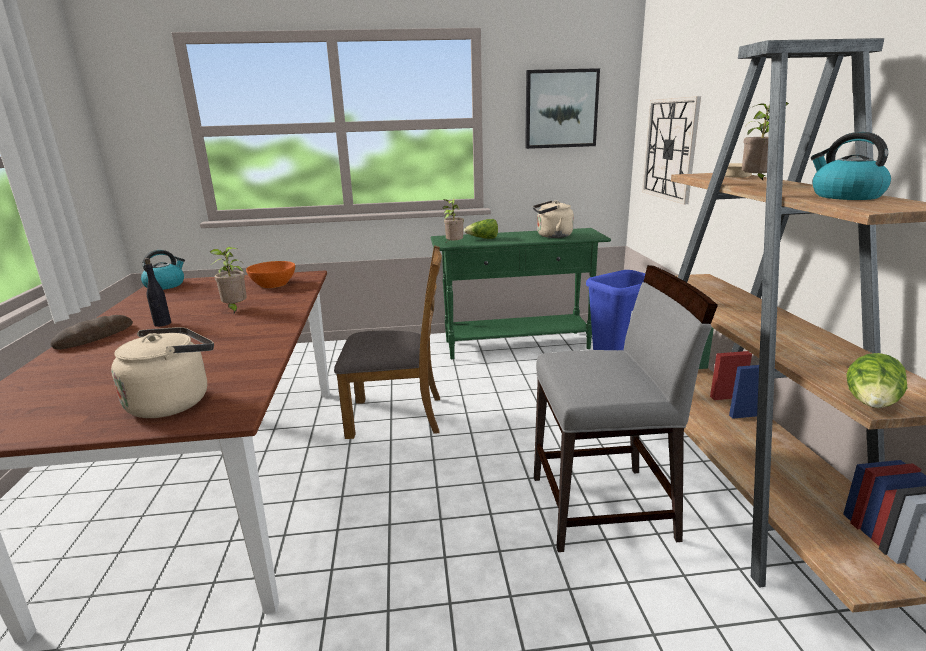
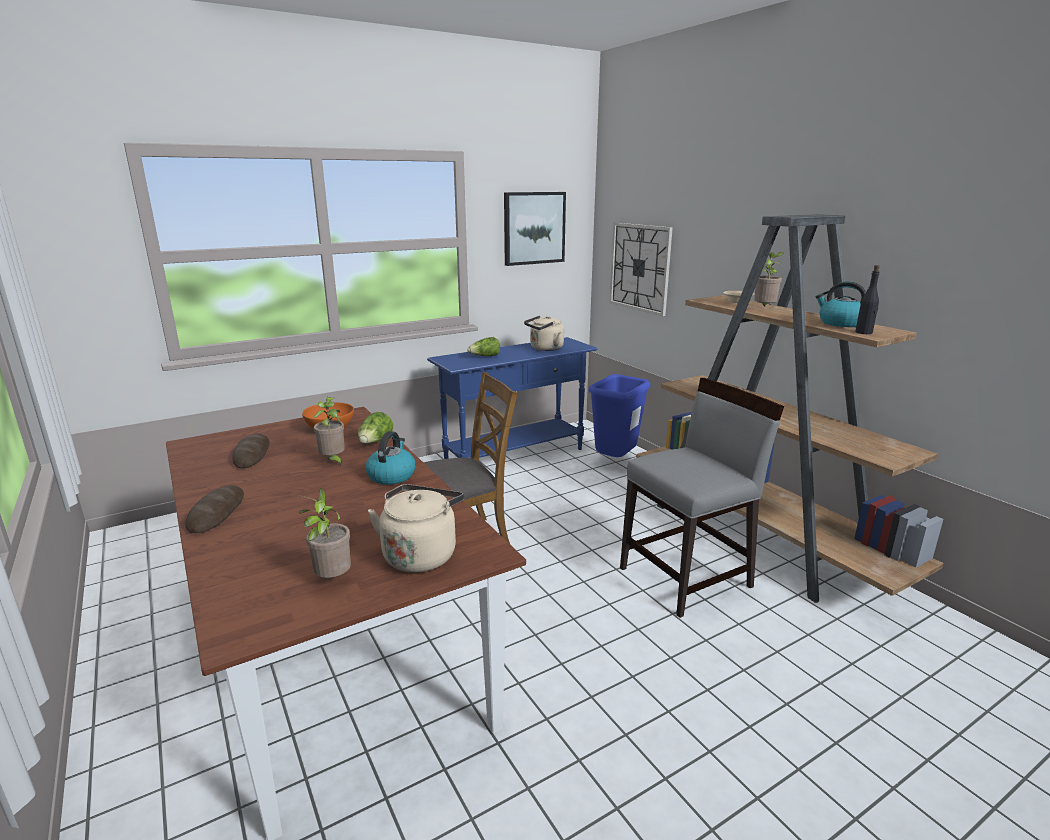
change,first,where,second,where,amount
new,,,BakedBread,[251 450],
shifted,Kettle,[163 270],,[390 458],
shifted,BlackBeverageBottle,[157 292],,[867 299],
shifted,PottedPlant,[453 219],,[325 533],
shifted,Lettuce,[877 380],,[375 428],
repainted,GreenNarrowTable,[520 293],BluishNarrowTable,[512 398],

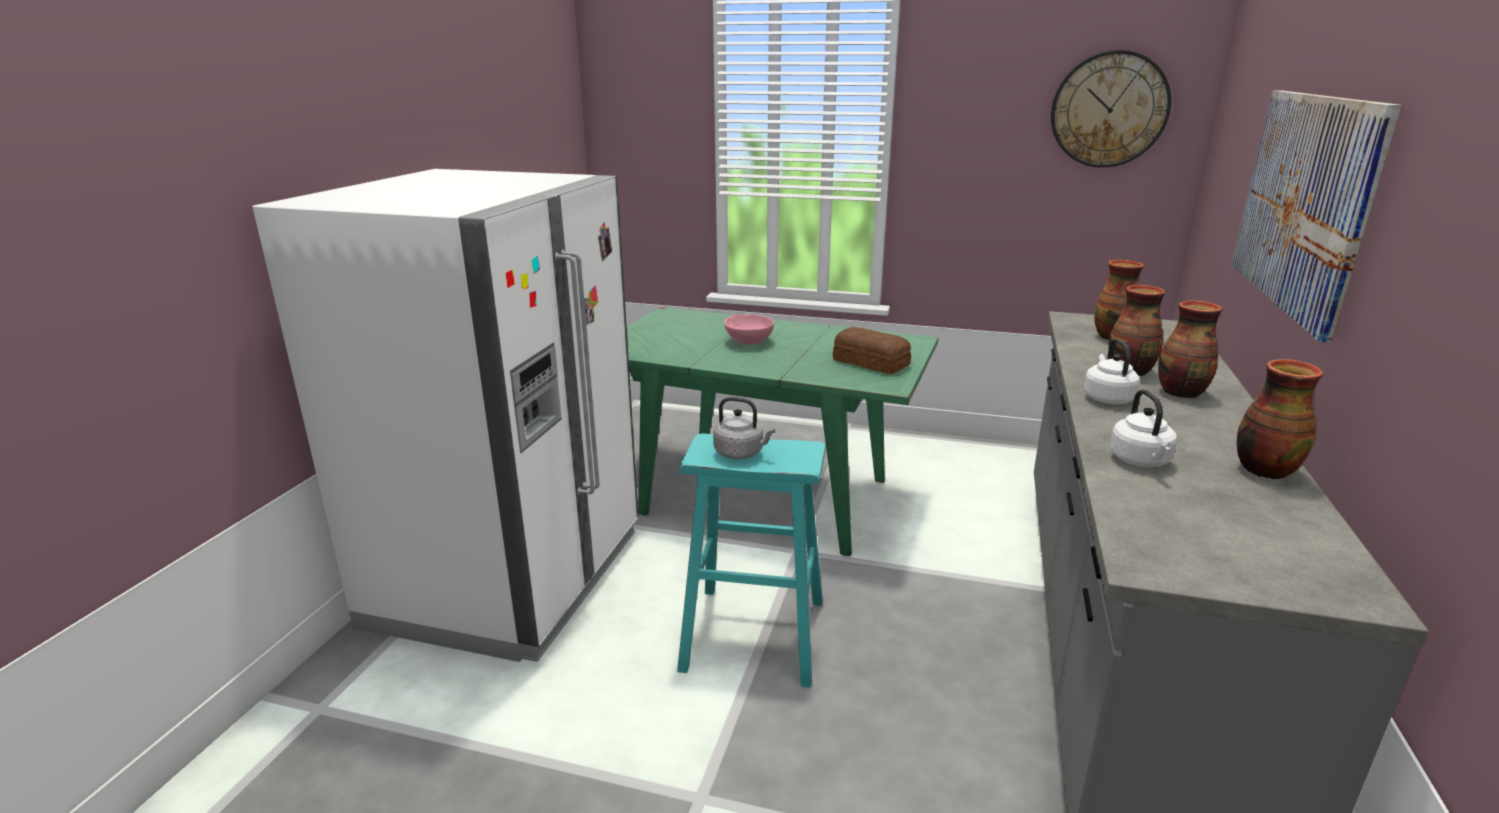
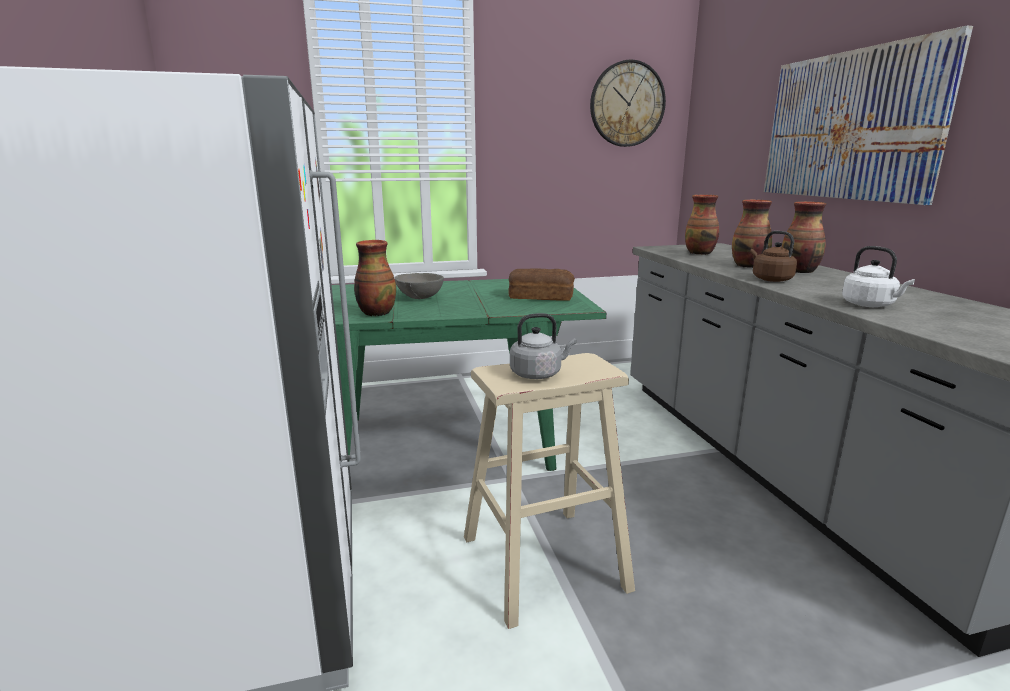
change,first,where,second,where,amount
shifted,DecorativeVase,[1280 419],,[375 278],
repainted,BlueGreenStoolSeat,[751 560],BeigeColouredStoolSeat,[549 491],
repainted,PinkDeepDish,[749 329],GreyDeepDish,[419 286],
repainted,WhiteKettle,[1112 371],BrownishKettle,[773 256],

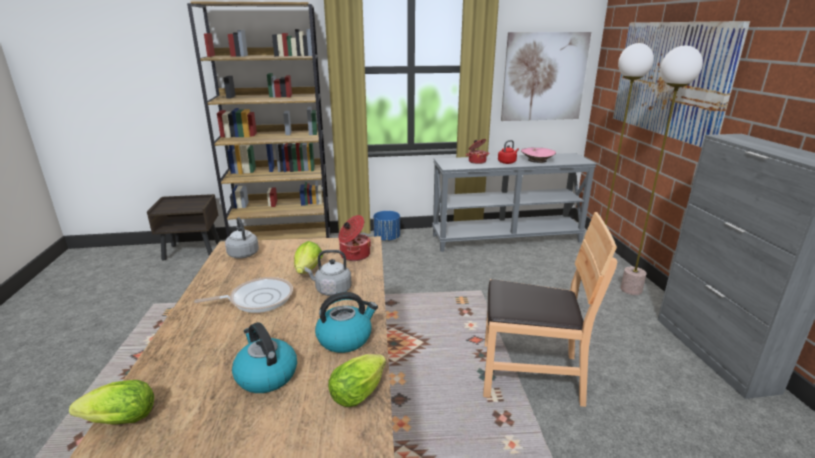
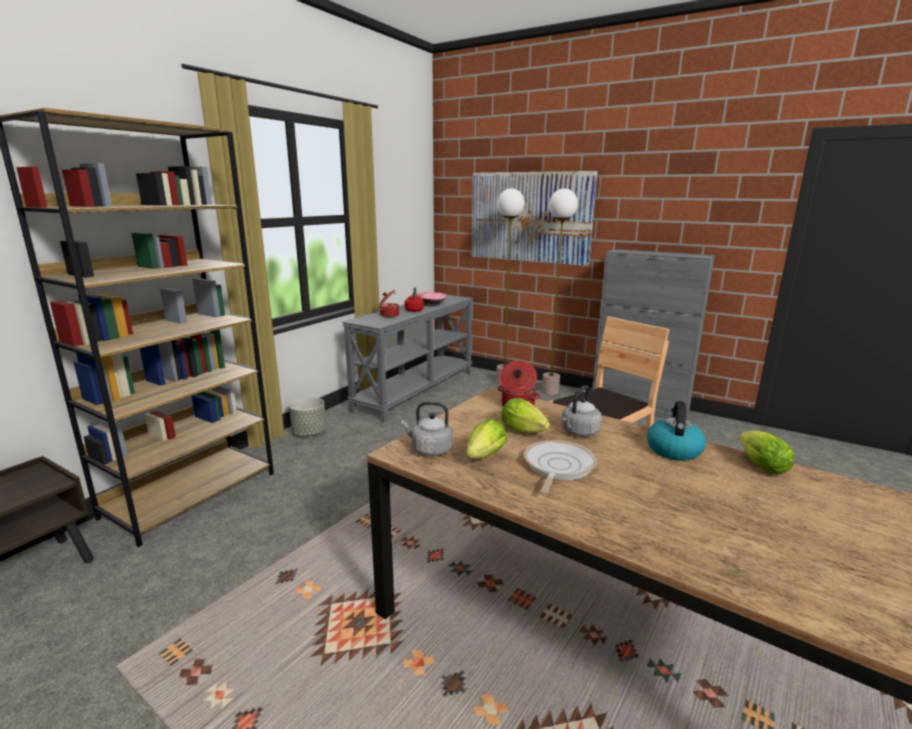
change,first,where,second,where,amount
gone,Kettle,[264 357],,,
gone,WallArt,[546 76],,,
shifted,Lettuce,[111 402],,[486 439],
repainted,BluishPlantPot,[386 226],GreyPlantPot,[307 416],

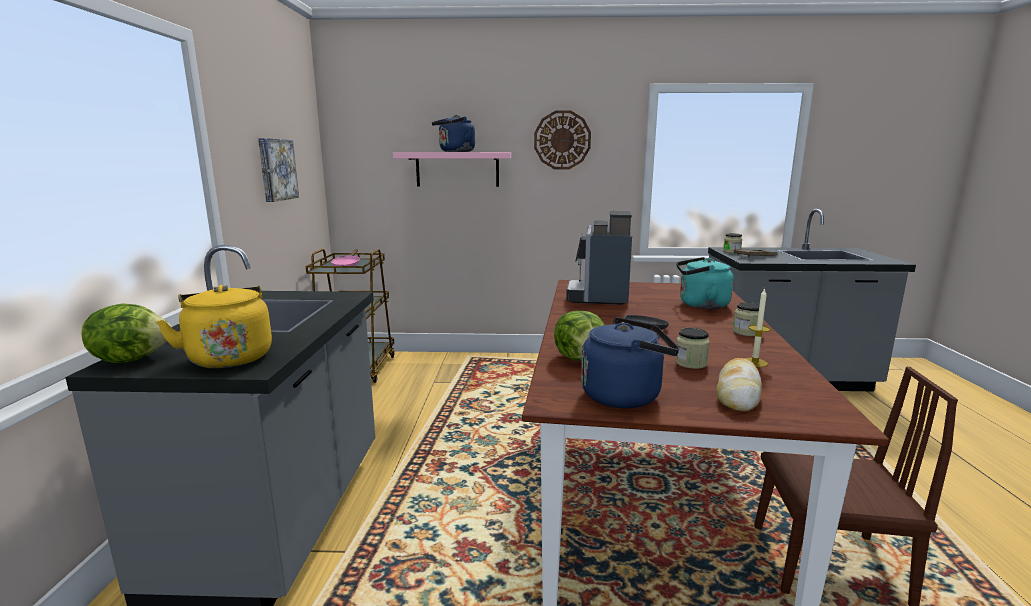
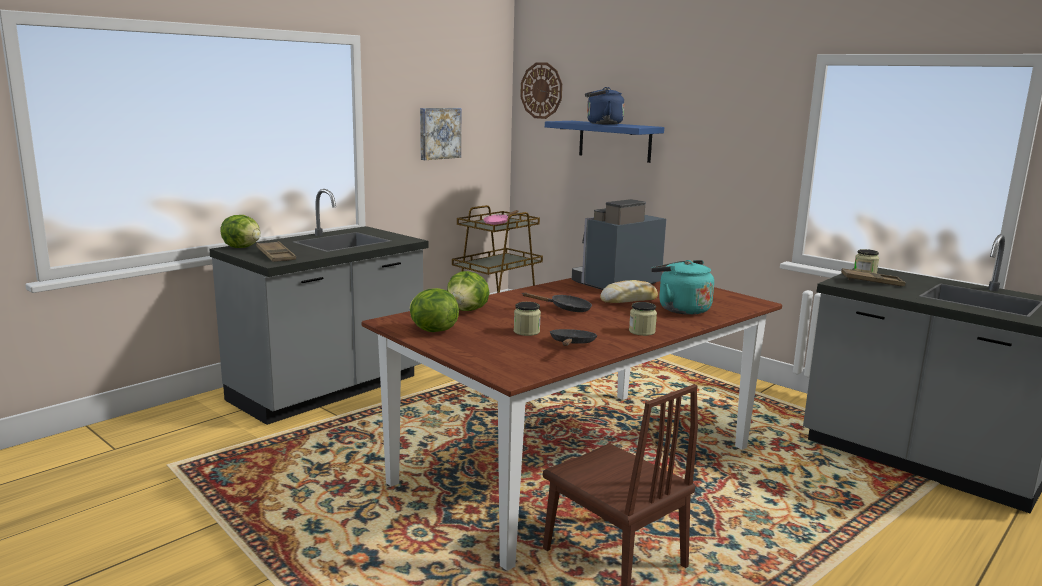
change,first,where,second,where,amount
shifted,HangingClock,[562 139],,[541 90],
shifted,BakedBread,[739 384],,[629 291],
swapped,YellowKettle,[214 326],BrownishServingTray,[276 251],
swapped,BluishKettle,[630 362],Lettuce,[434 310],
swapped,WaxCandle,[758 327],BlackSkillet,[573 337],
repainted,PinkBracketShelf,[452 169],BluishBracketShelf,[604 142],

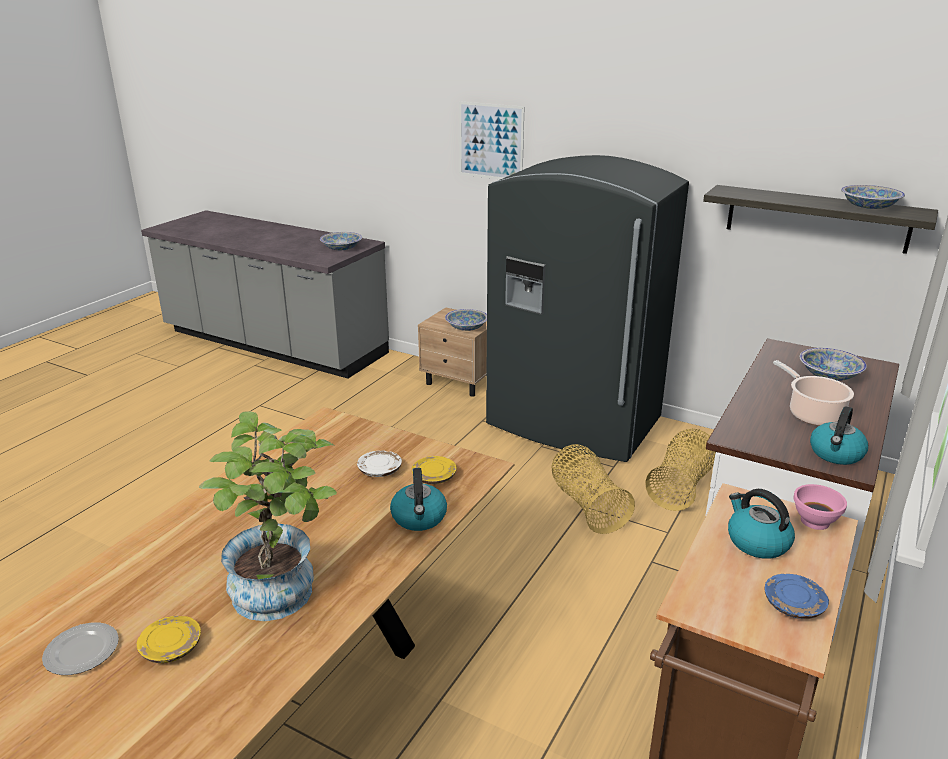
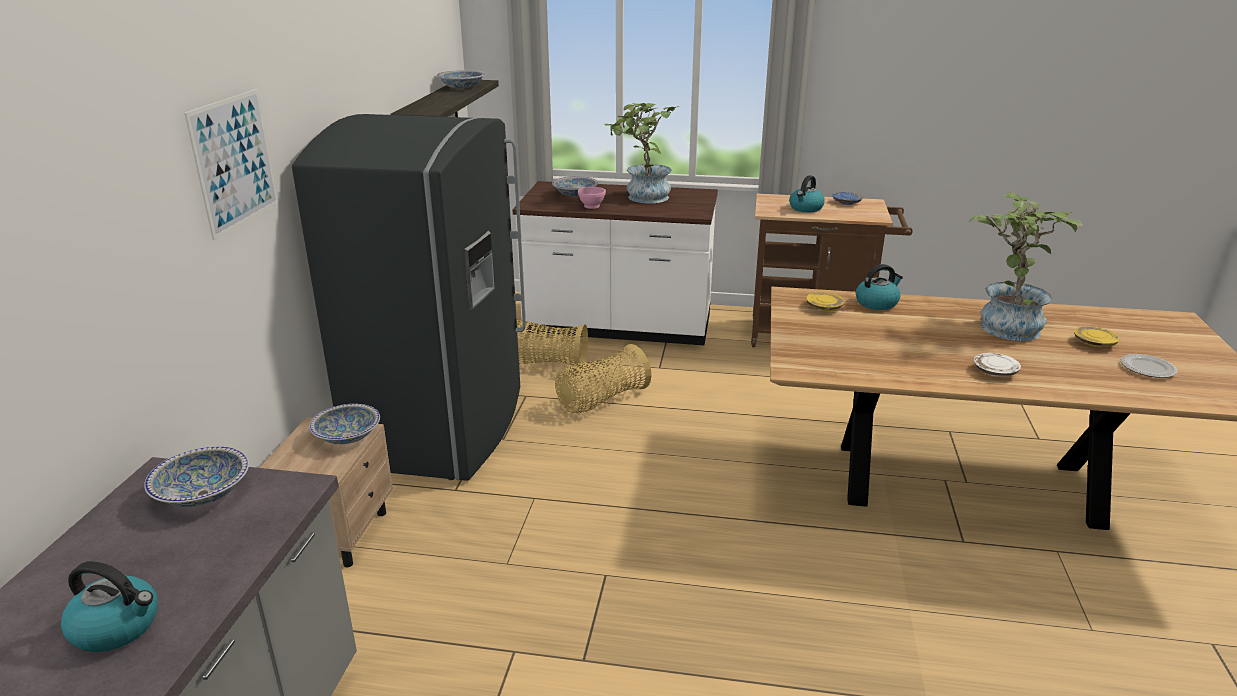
change,first,where,second,where,amount
shifted,WhiteDinnerPlate,[379 463],,[997 365],
shifted,PinkDeepDish,[820 507],,[592 198],
shifted,Kettle,[839 435],,[109 606],
swapped,Saucepot,[813 393],PottedPlant,[642 153],

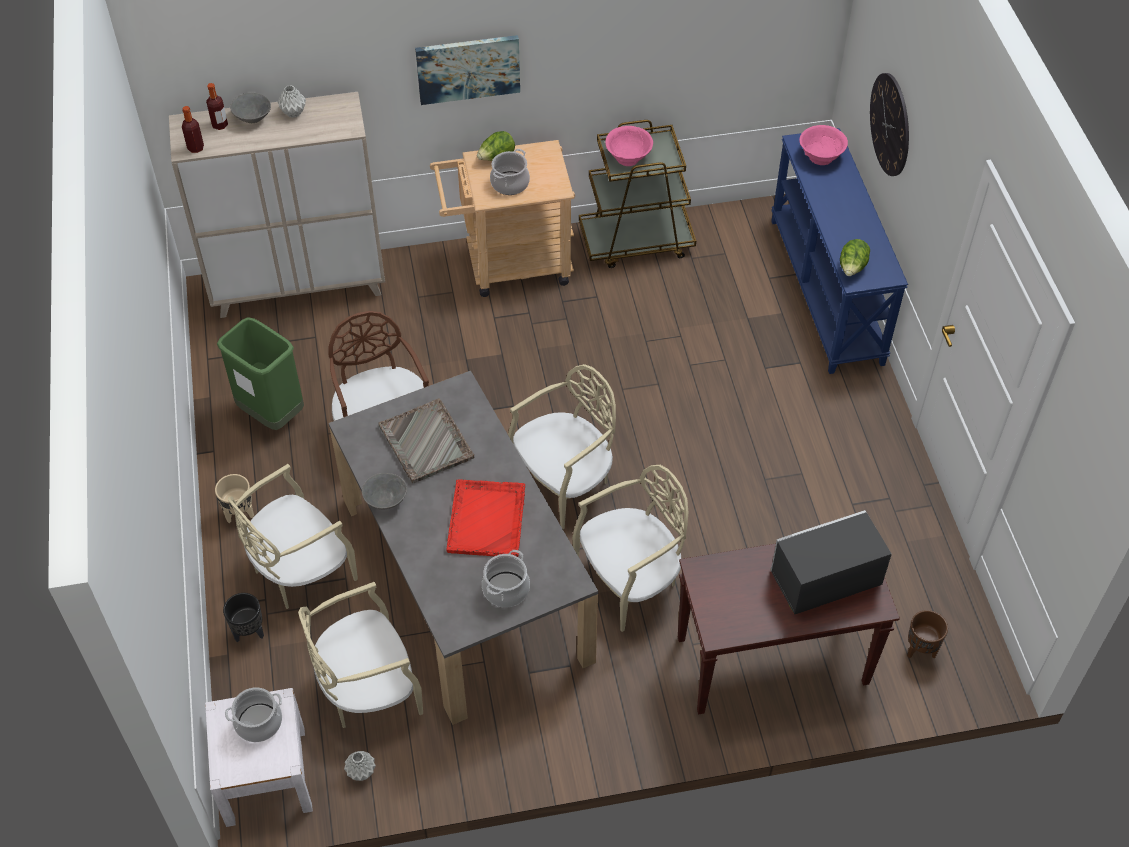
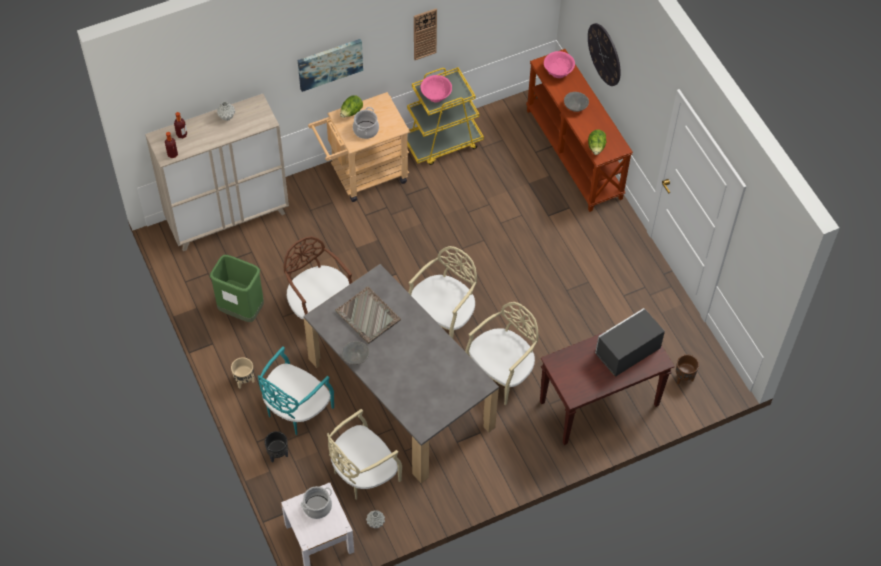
change,first,where,second,where,amount
gone,RedColouredServingTray,[485 518],,,
gone,Saucepot,[506 579],,,
new,,,HangingClock,[425 34],
shifted,GreyDeepDish,[250 108],,[576 102],
repainted,BeigeColouredChair,[293 536],BlueGreenChair,[296 390],
repainted,BrownishCart,[637 194],YellowCart,[445 116],
repainted,BluishNarrowTable,[839 251],BrownishNarrowTable,[579 130],

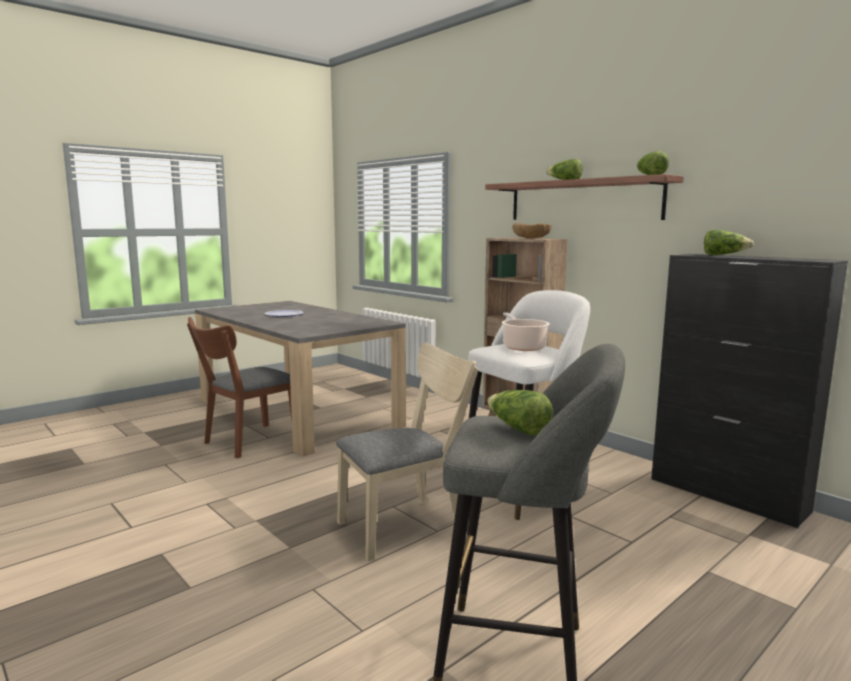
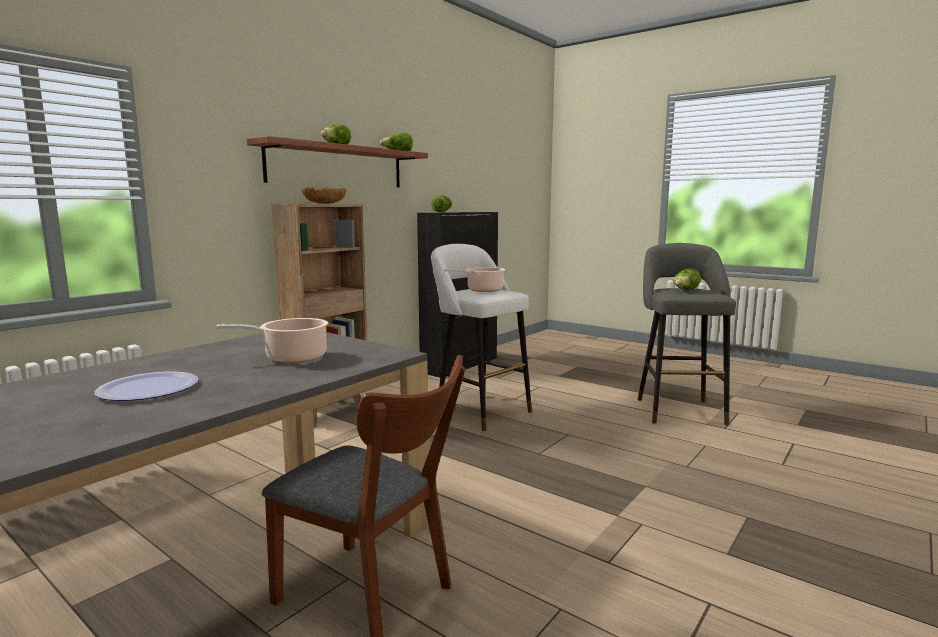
change,first,where,second,where,amount
gone,BeigeColouredChair,[407 452],,,
new,,,Saucepot,[272 340],

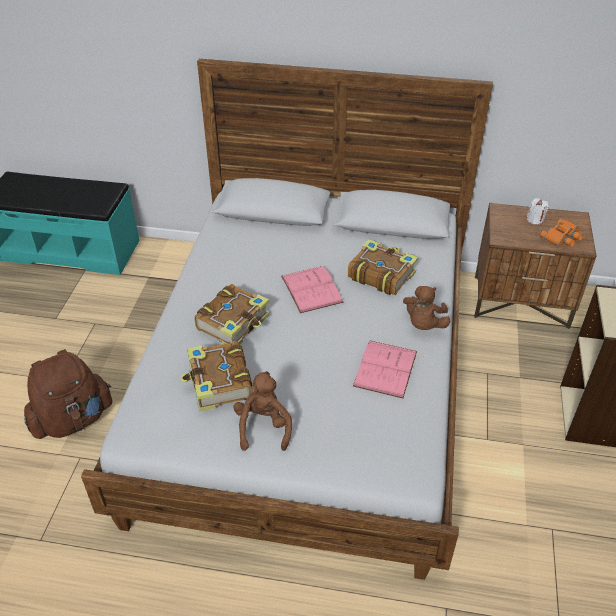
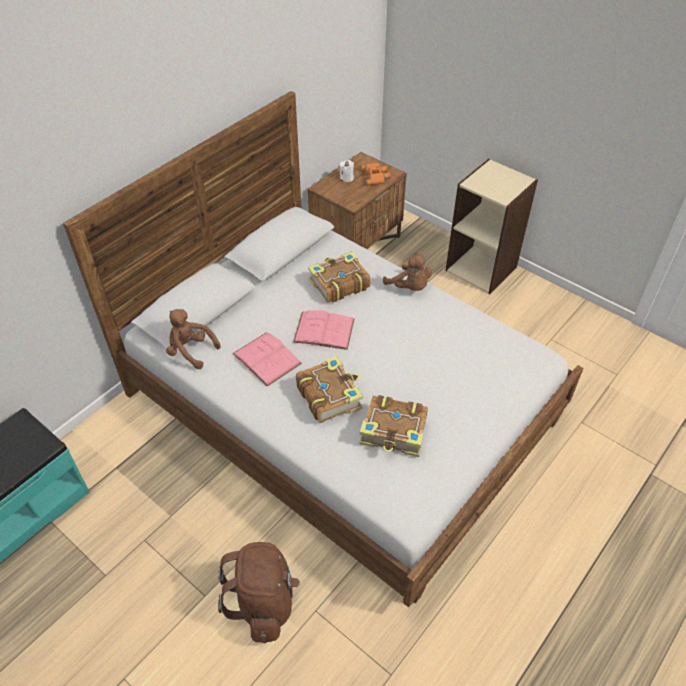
change,first,where,second,where,amount
shifted,BrownishSoftToy,[262 411],,[193 339],
shifted,PinkVolume,[385 369],,[267 359],

